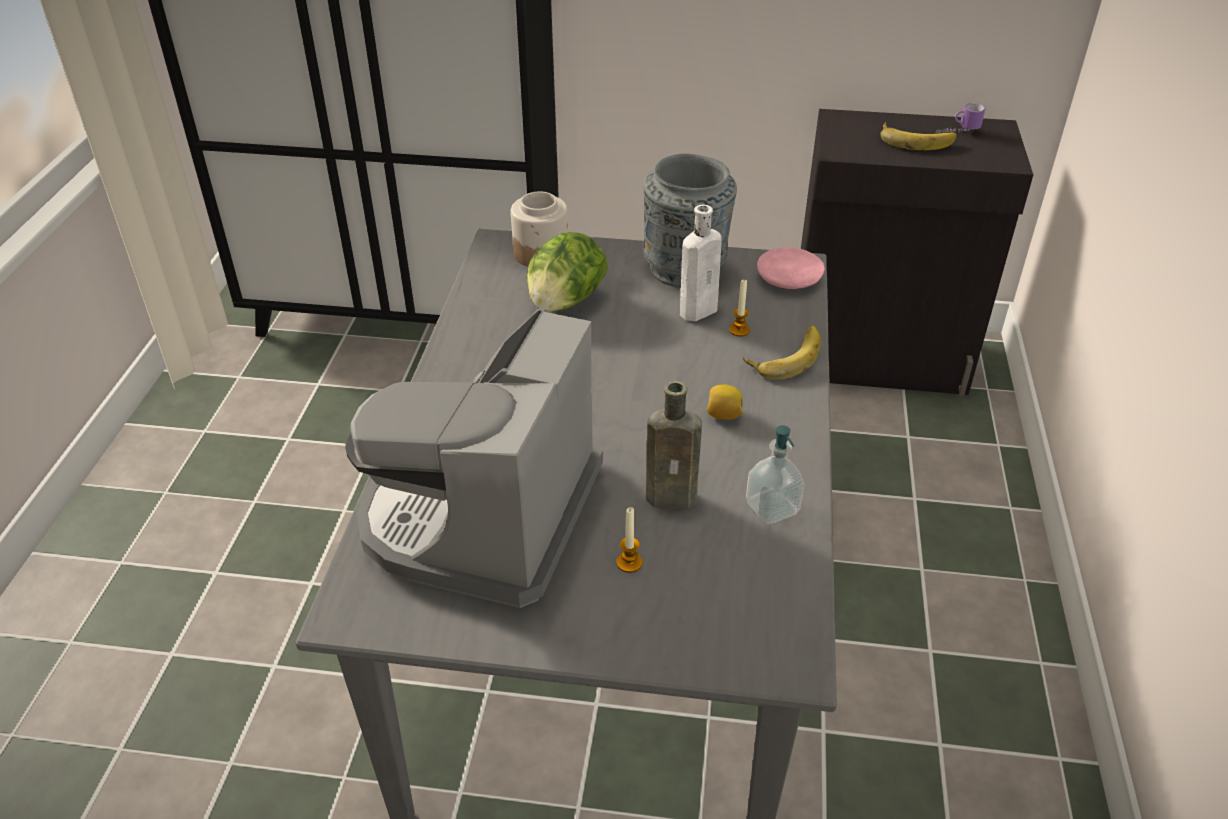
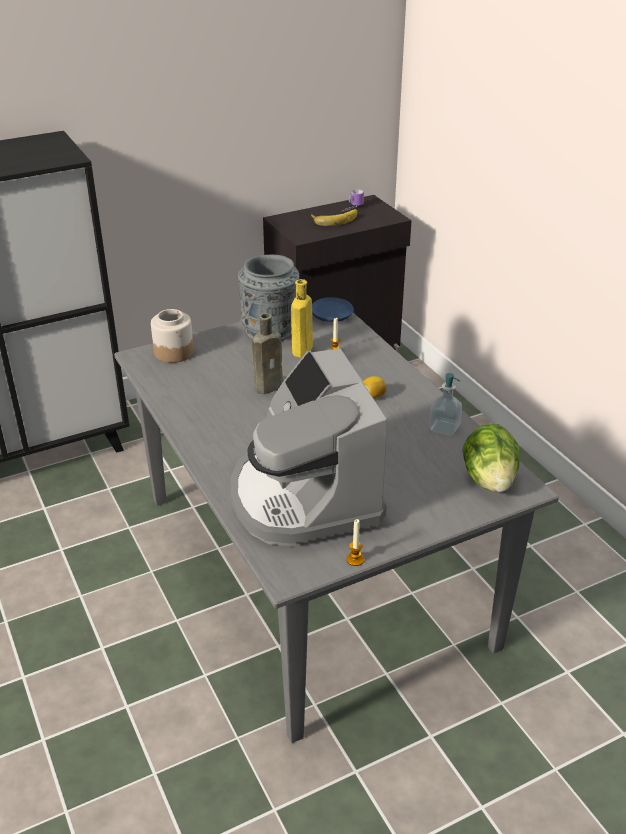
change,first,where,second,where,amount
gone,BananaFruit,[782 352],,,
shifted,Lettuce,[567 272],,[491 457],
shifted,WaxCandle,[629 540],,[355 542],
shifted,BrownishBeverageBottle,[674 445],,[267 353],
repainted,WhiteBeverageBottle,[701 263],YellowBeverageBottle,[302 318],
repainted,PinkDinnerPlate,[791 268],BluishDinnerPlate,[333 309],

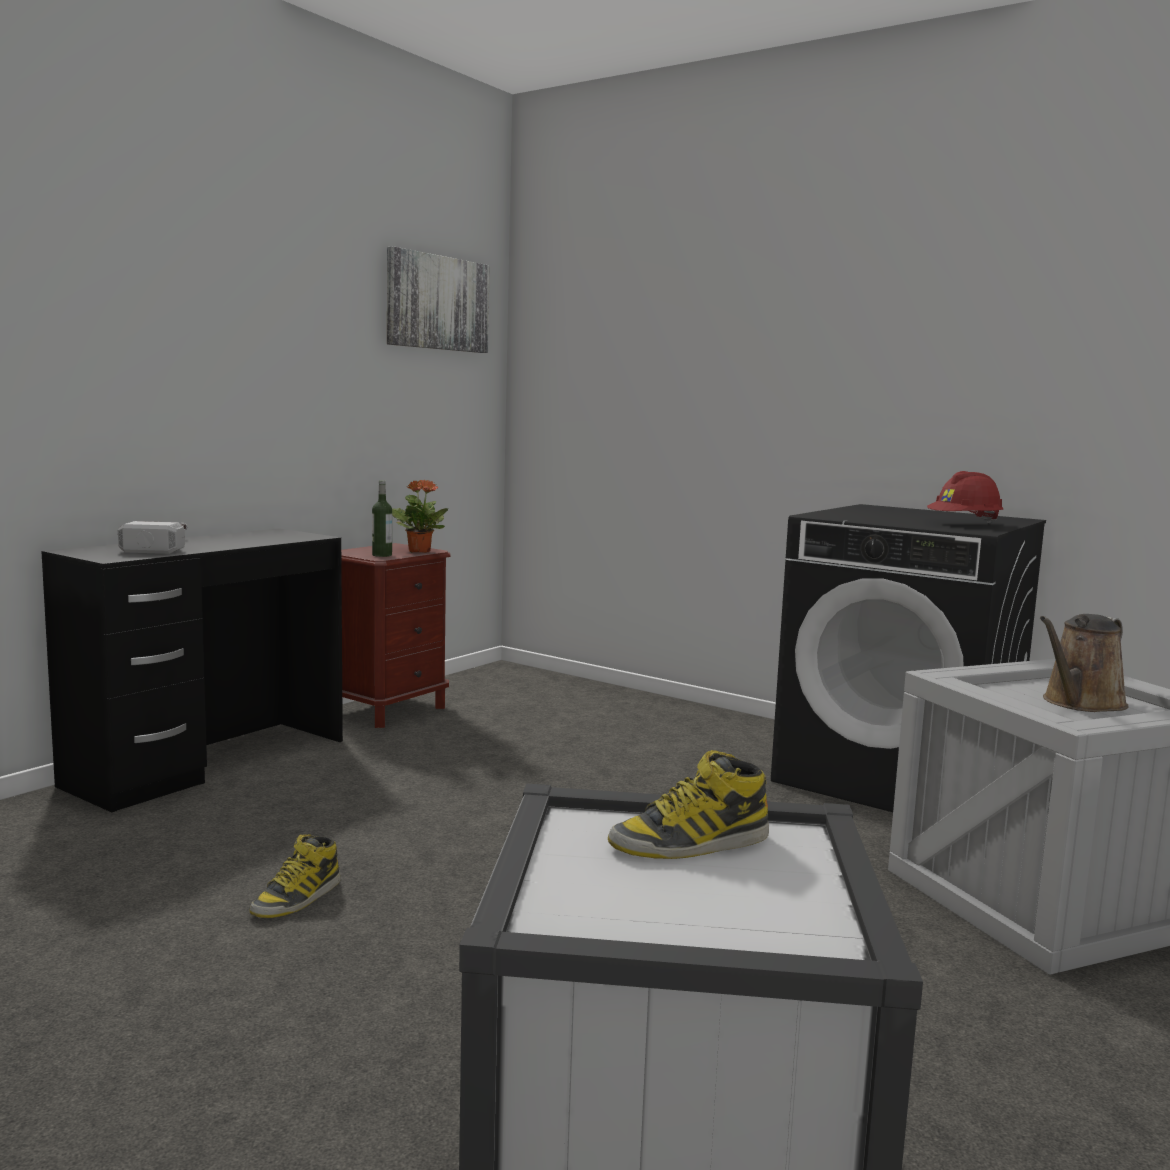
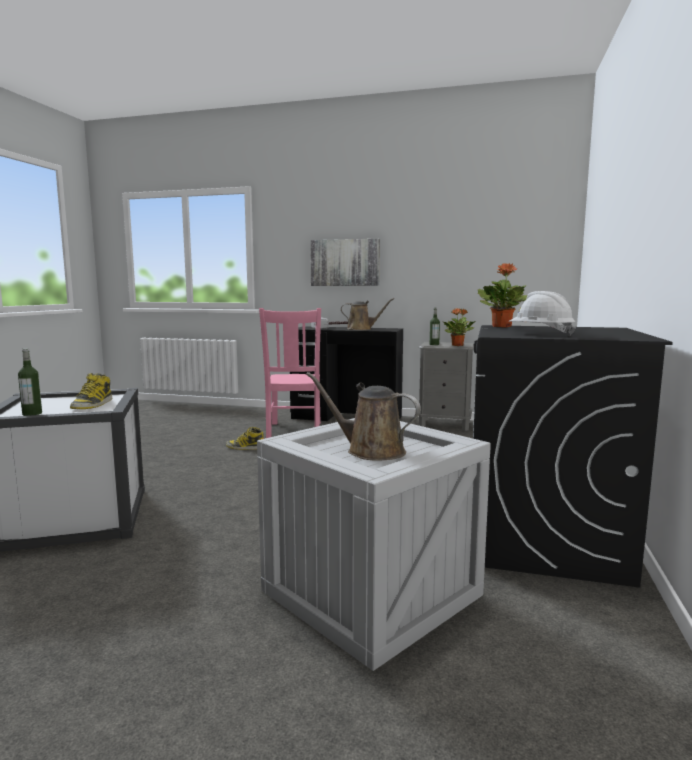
change,first,where,second,where,amount
new,,,BeverageBottle,[30 382],
new,,,PinkChair,[290 373],
new,,,BrownishWateringCan,[367 314],
new,,,PottedPlant,[502 295],
shifted,WallArt,[438 299],,[345 262],
repainted,BrownishNightTable,[396 635],GreyNightTable,[446 386],
repainted,RedColouredWorkHelmet,[965 497],WhiteWorkHelmet,[542 313],
rotated,TallBoot,[688 804],,[91 391],135 degrees counterclockwise

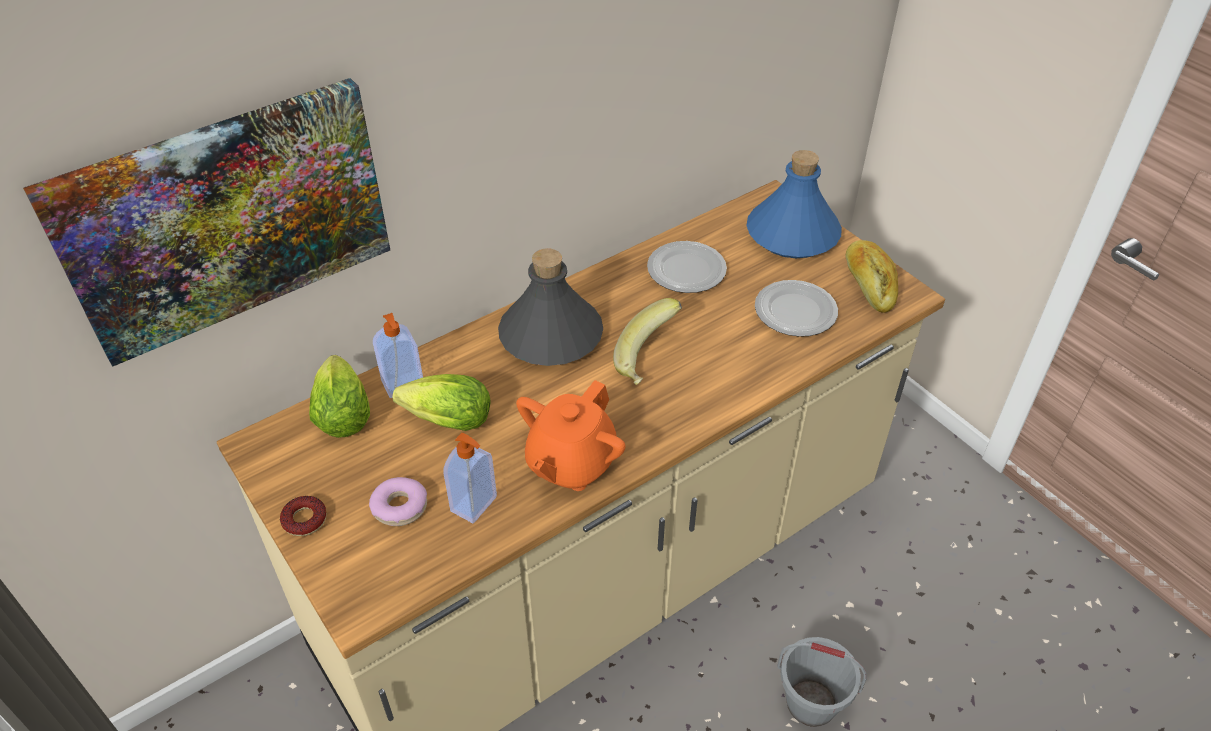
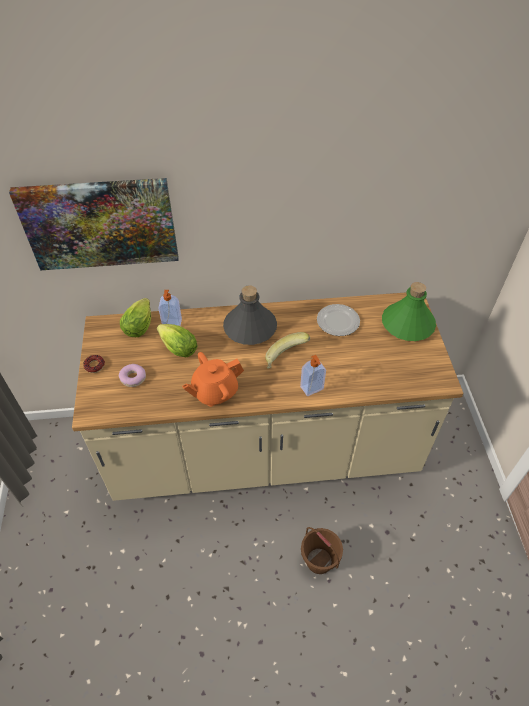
change,first,where,second,where,amount
gone,DinnerPlate,[796 308],,,
gone,BakedBread,[872 276],,,
shifted,LiquidSoapBottle,[470 478],,[313 375],
repainted,BluishBeverageBottle,[794 204],GreenBeverageBottle,[409 311],
repainted,GreyPail,[822 682],BrownishPail,[322 550],

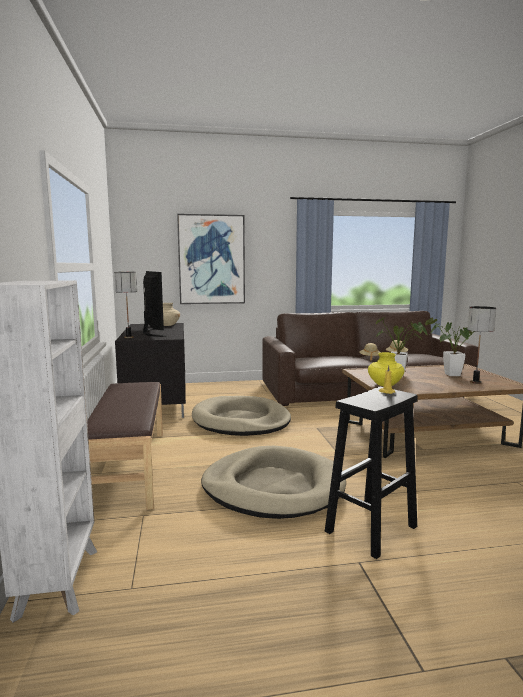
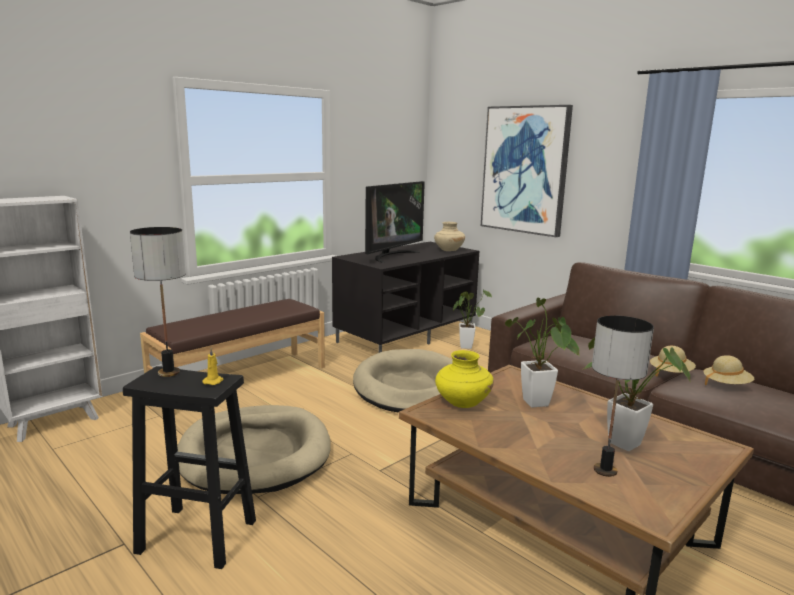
change,first,where,second,where,amount
new,,,PottedPlant,[472 319],
shifted,LampForATable,[125 305],,[158 302],

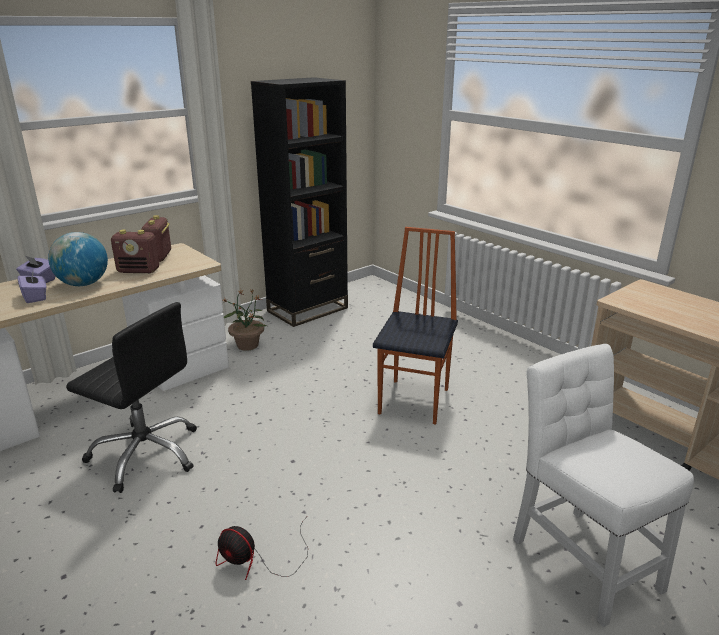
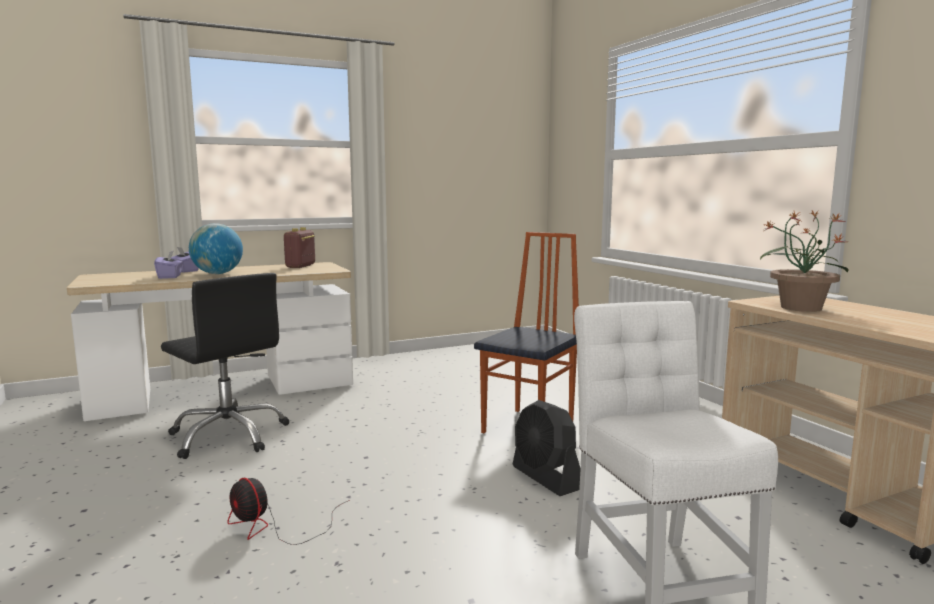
change,first,where,second,where,amount
gone,RadioSet,[135 251],,,
gone,BlackShelvingUnit,[299 202],,,
new,,,BlackElectricFan,[547 448],
shifted,PottedPlant,[244 320],,[804 261],

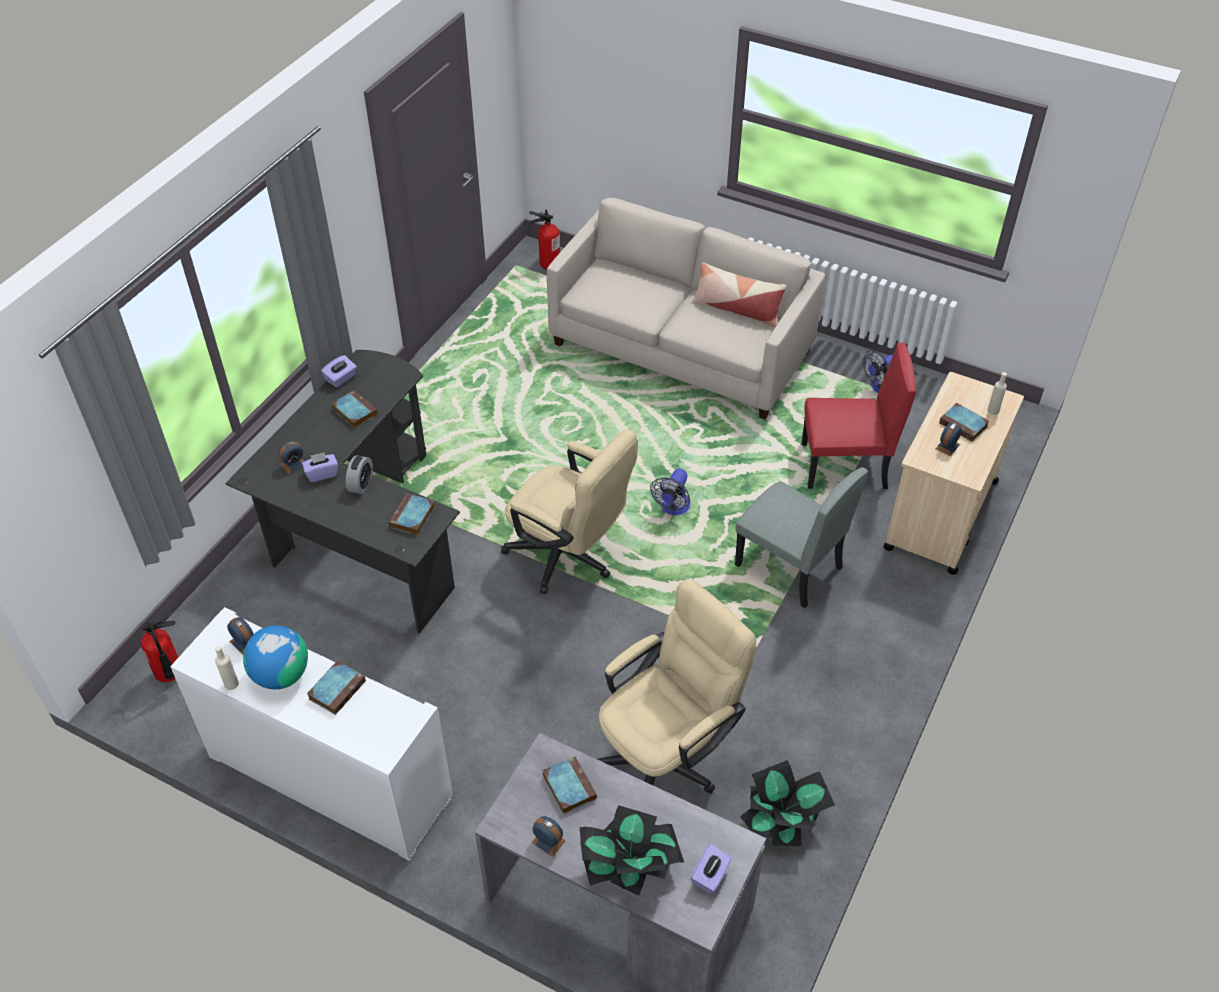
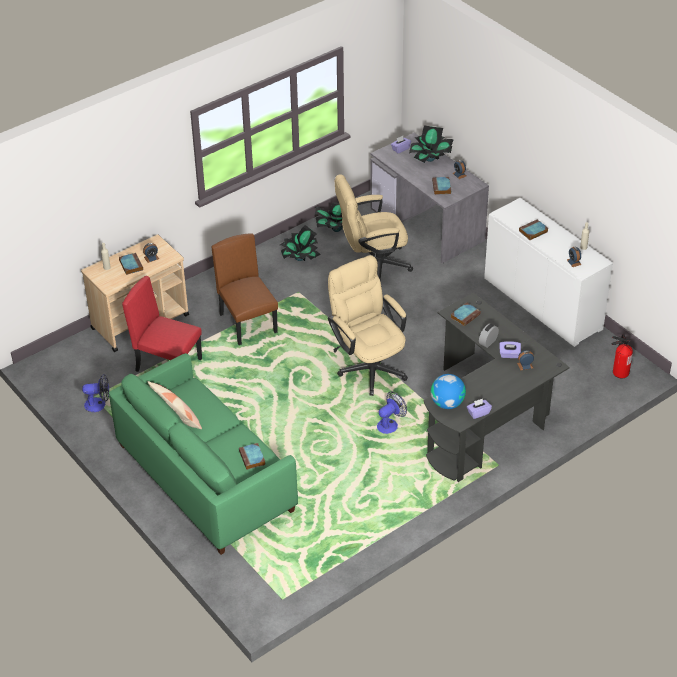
change,first,where,second,where,amount
gone,Extinguisher,[545 240],,,
new,,,PottedPlant,[300 243],
shifted,Globe,[275 657],,[448 391],
shifted,Volume,[354 409],,[252 456],
shifted,ElectricFan,[670 491],,[392 413],
repainted,BeigeColouredSofa,[686 309],GreenSofa,[203 454],
repainted,GreyChair,[801 537],BrownishChair,[244 289],

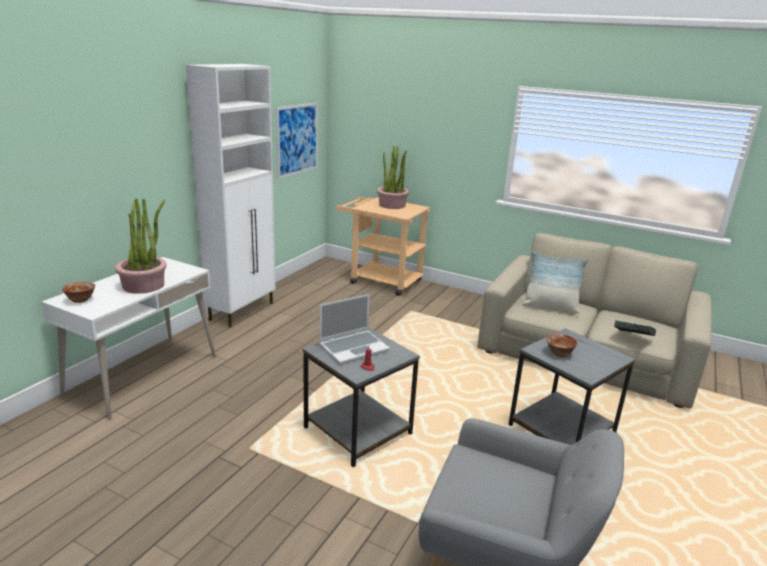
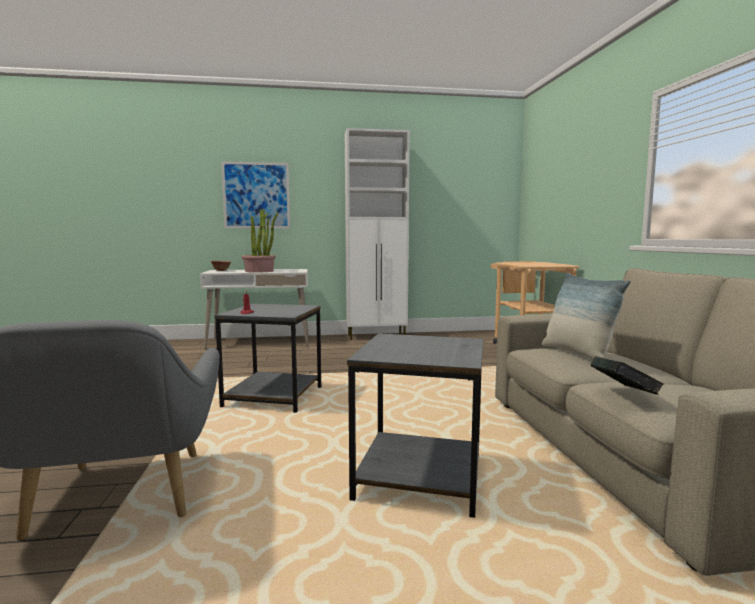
change,first,where,second,where,amount
gone,NotebookComputer,[354 329],,,
gone,PottedPlant,[393 177],,,
gone,DeepDish,[562 345],,,
shifted,WallArt,[297 141],,[255 194],

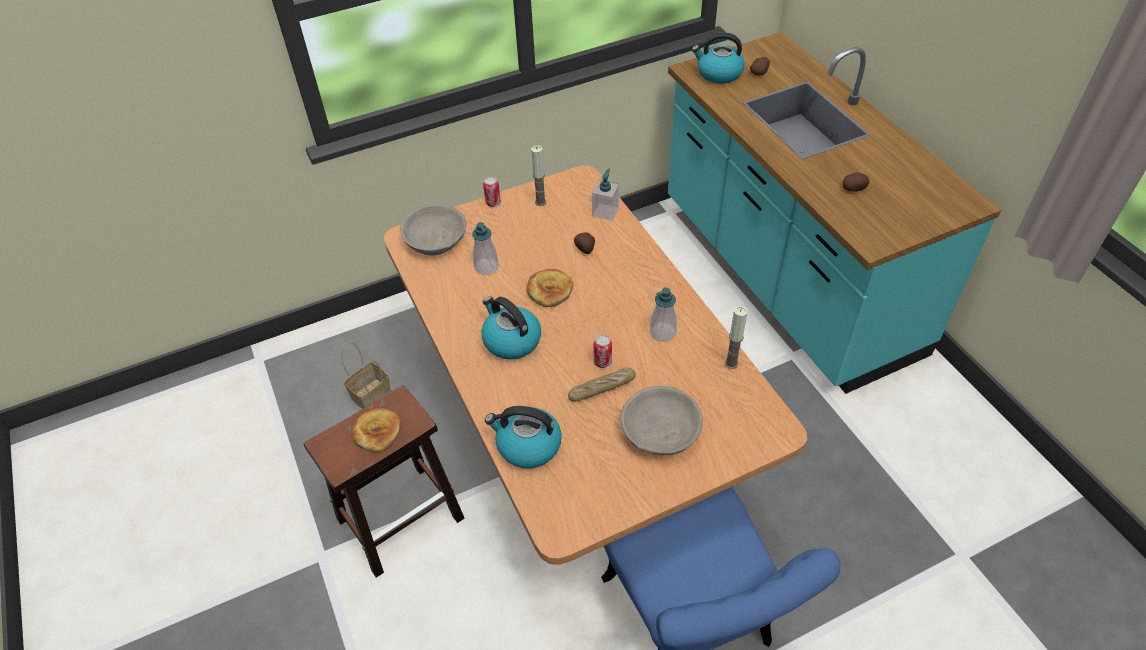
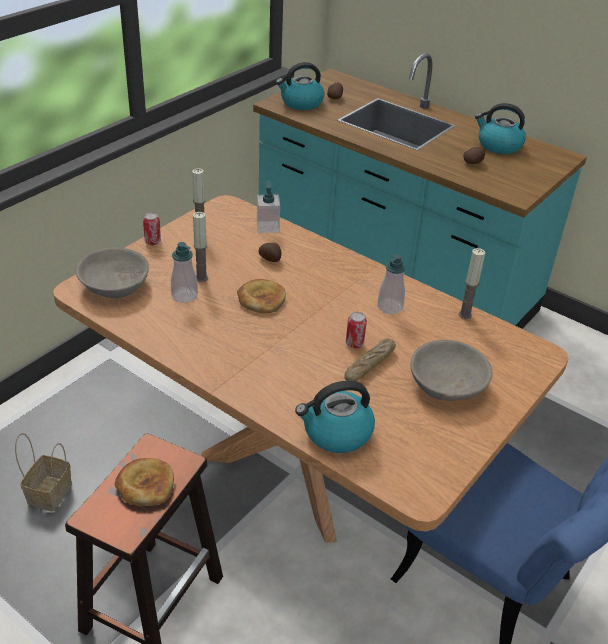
change,first,where,second,where,amount
new,,,WaxCandle,[200 247],
shifted,Kettle,[511 328],,[500 128],

